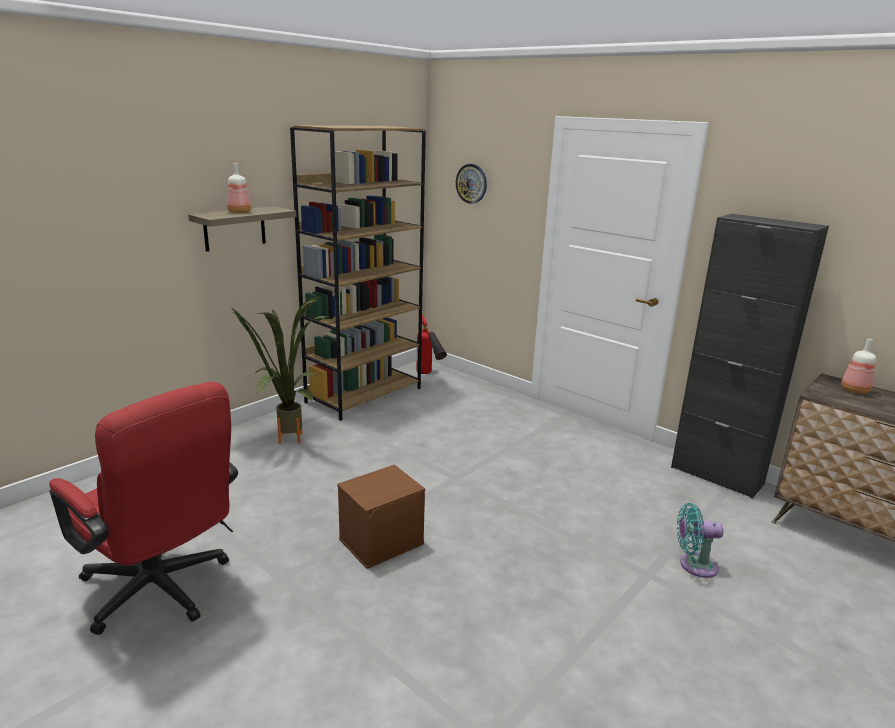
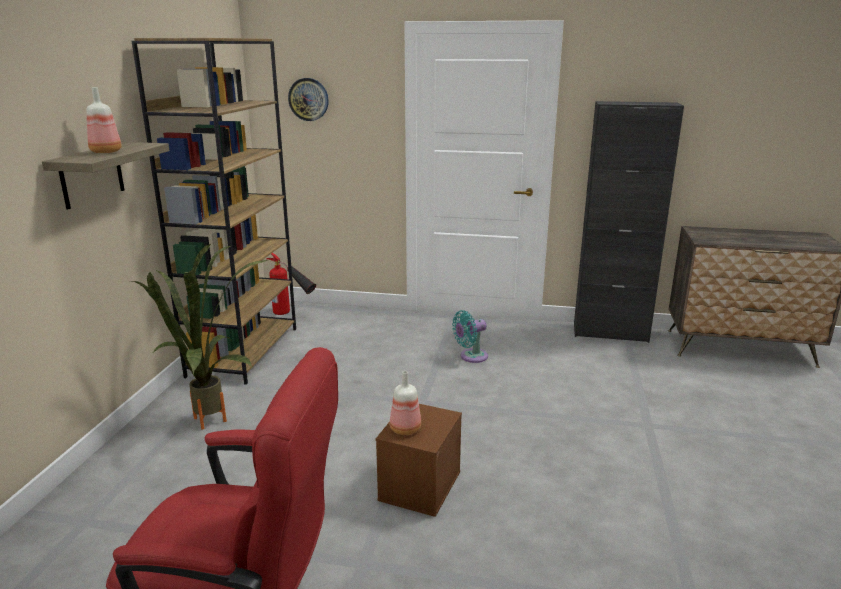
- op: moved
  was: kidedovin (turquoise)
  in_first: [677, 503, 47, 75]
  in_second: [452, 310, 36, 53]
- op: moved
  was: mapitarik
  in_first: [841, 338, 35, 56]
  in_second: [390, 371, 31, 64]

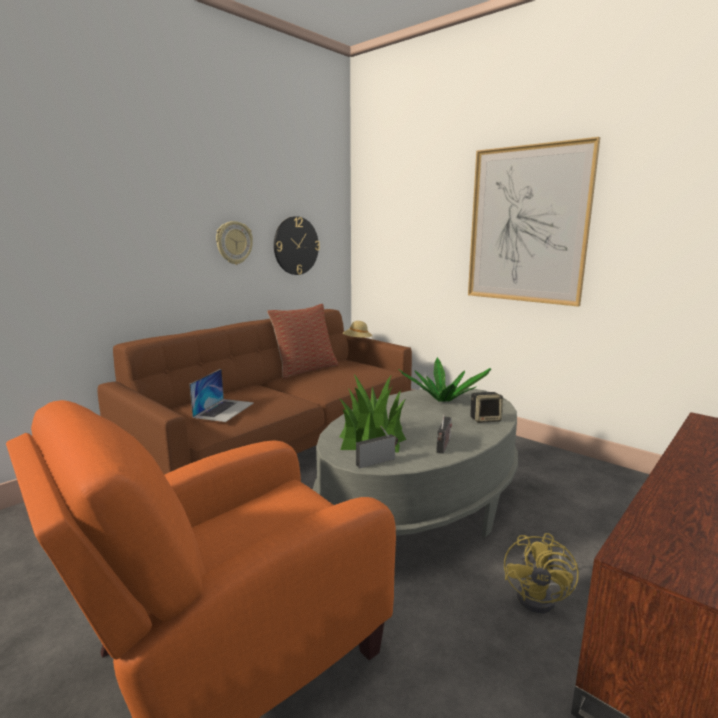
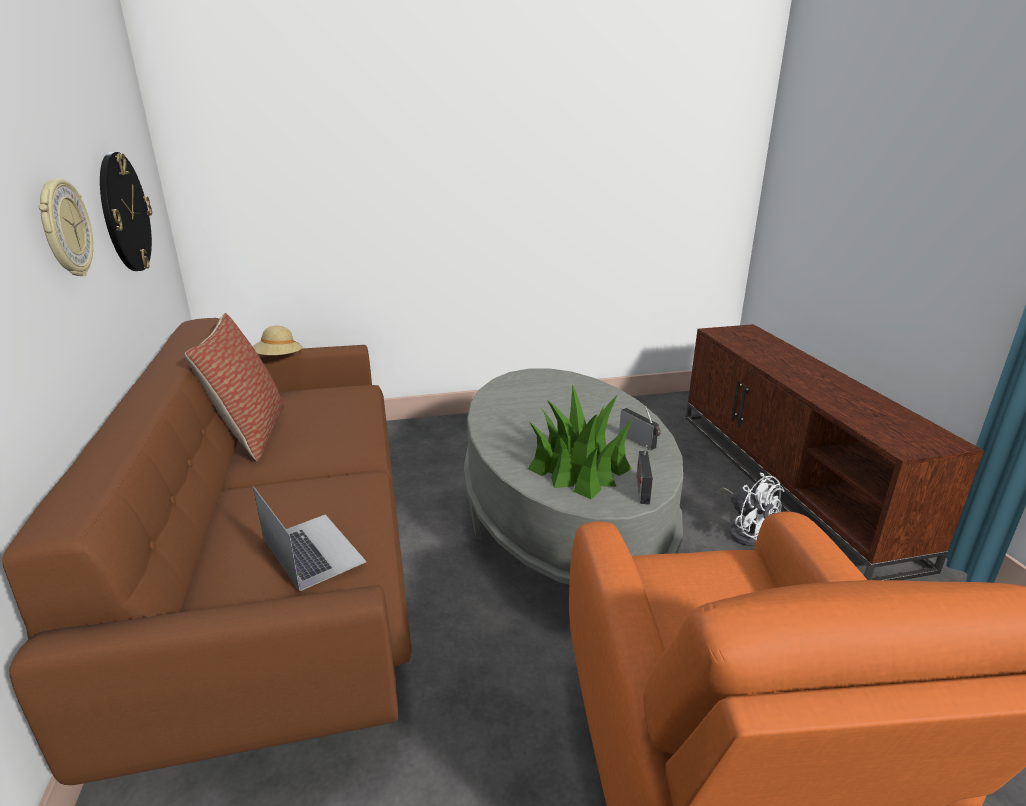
- op: removed
  was: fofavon
  in_first: [398, 357, 93, 45]
- op: removed
  was: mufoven
  in_first: [468, 137, 132, 170]
- op: removed
  was: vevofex
  in_first: [470, 392, 33, 31]
- op: recoloured
  was: kidedovin (yellow)
  now: kidedovin (white)
  in_first: [504, 533, 75, 80]
  in_second: [720, 472, 64, 74]

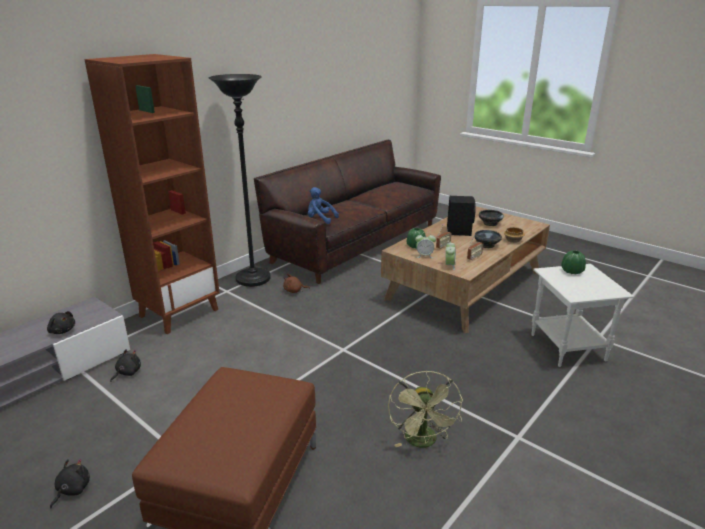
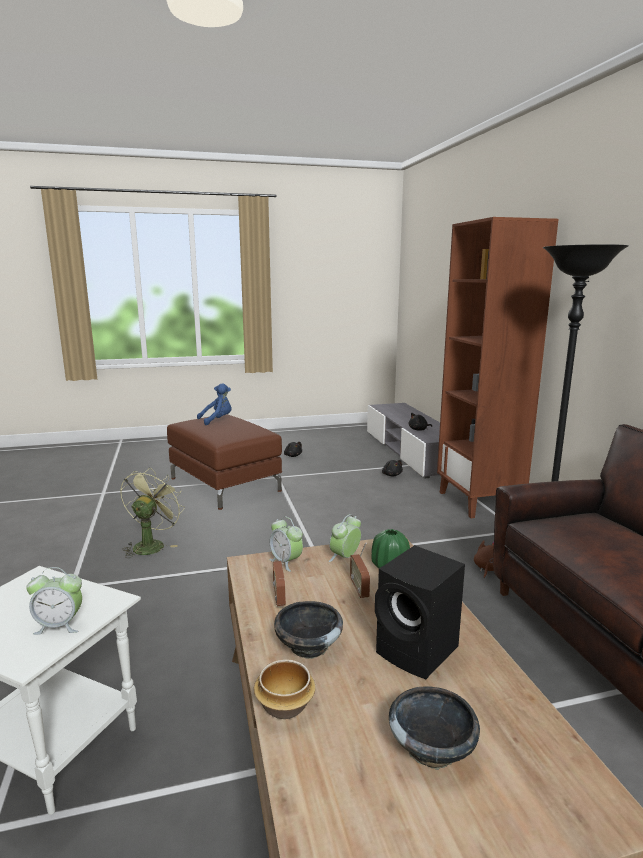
- op: moved
  was: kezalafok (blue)
  in_first: [308, 187, 31, 37]
  in_second: [197, 383, 35, 42]
- op: turned
  was: kidedovin (green)
  in_first: [388, 371, 75, 77]
  in_second: [120, 468, 65, 90]
  clockwise: 75
- op: replaced
  was: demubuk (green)
  now: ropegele
  in_first: [561, 250, 25, 24]
  in_second: [26, 567, 56, 68]

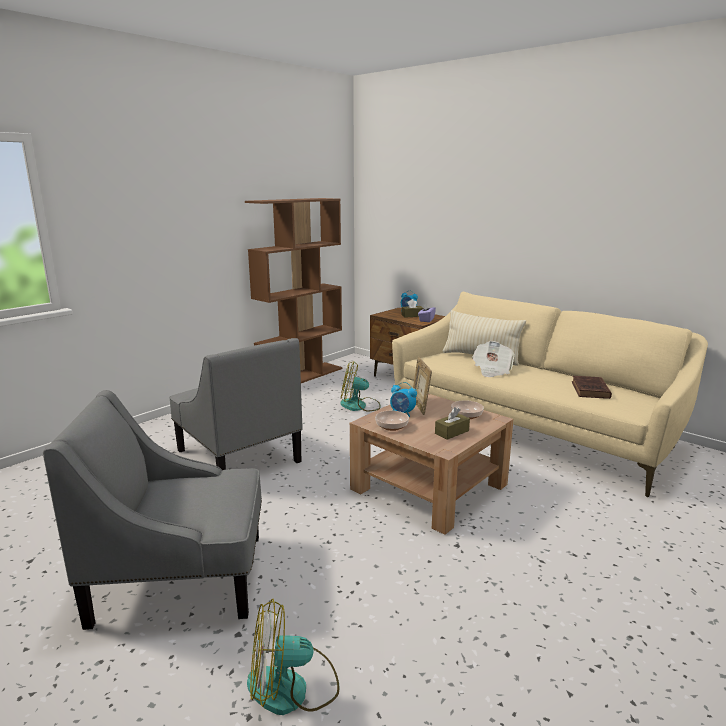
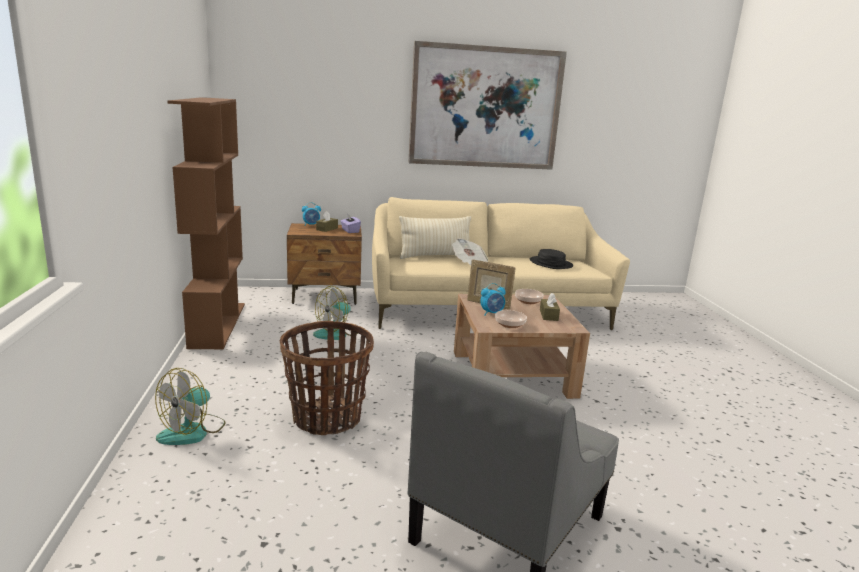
- op: replaced
  was: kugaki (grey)
  now: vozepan
  in_first: [170, 338, 133, 132]
  in_second: [280, 321, 94, 114]
- op: moved
  was: kidedovin
  in_first: [247, 599, 93, 116]
  in_second: [155, 368, 70, 77]
- op: replaced
  was: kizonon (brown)
  now: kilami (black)
  in_first: [572, 376, 40, 23]
  in_second: [530, 249, 43, 20]
- op: added
  now: mufoven
  in_second: [409, 41, 158, 129]

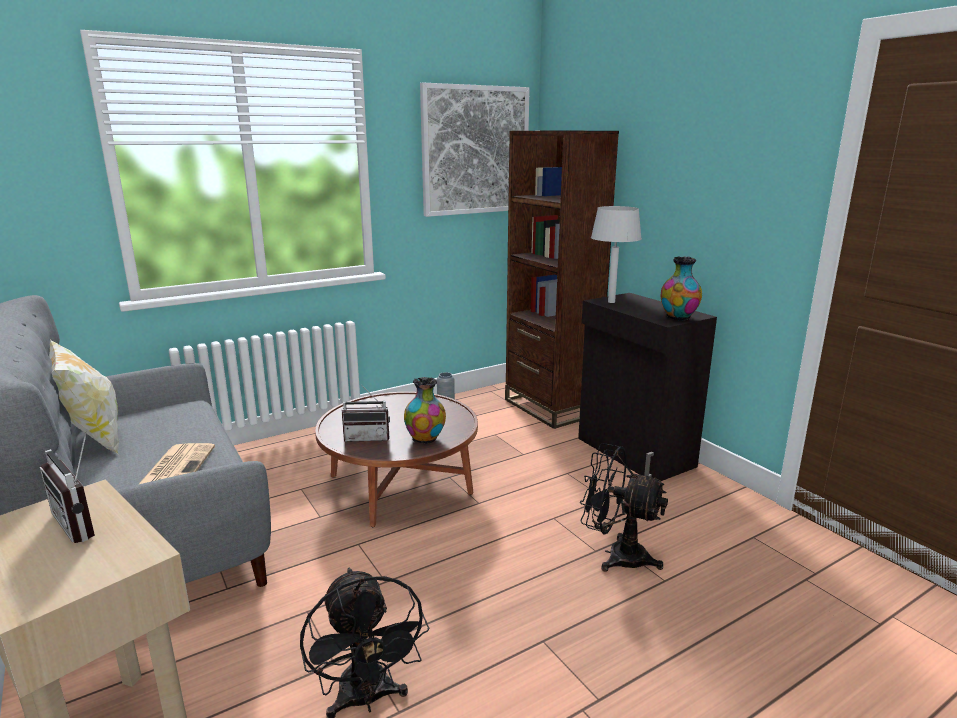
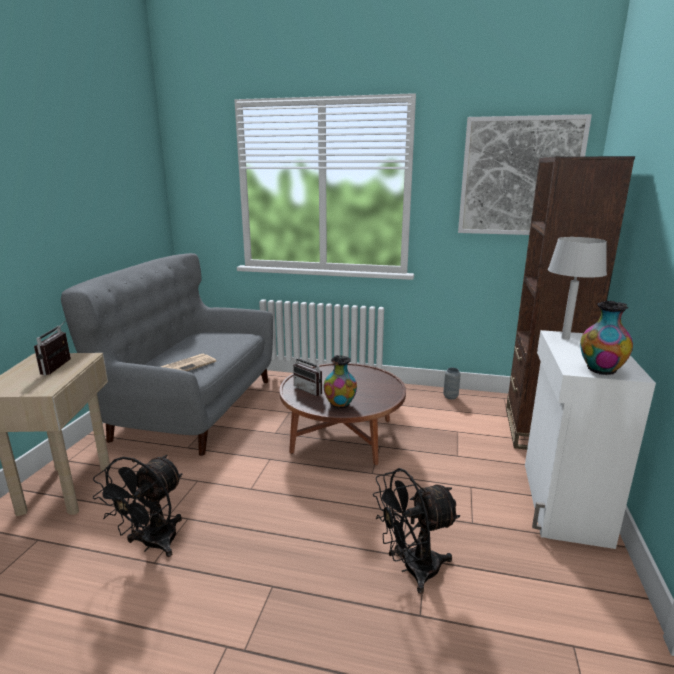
- op: removed
  was: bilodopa
  in_first: [49, 339, 70, 115]
- op: recoloured
  was: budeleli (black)
  now: budeleli (white)
  in_first: [578, 293, 139, 188]
  in_second: [525, 330, 131, 219]
- op: turned
  was: kidedovin (black)
  in_first: [580, 443, 88, 129]
  in_second: [373, 468, 87, 126]
  clockwise: -90

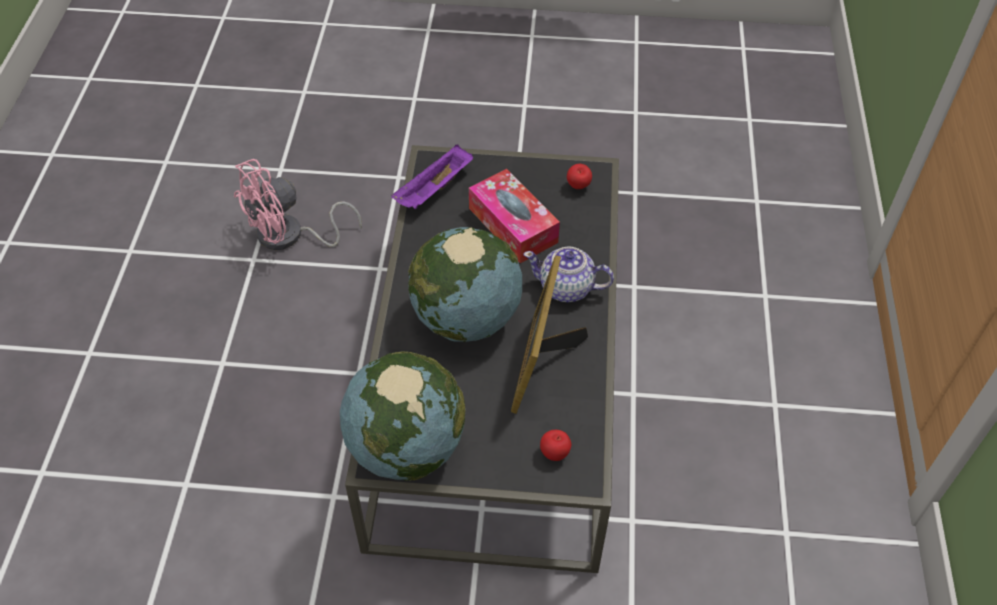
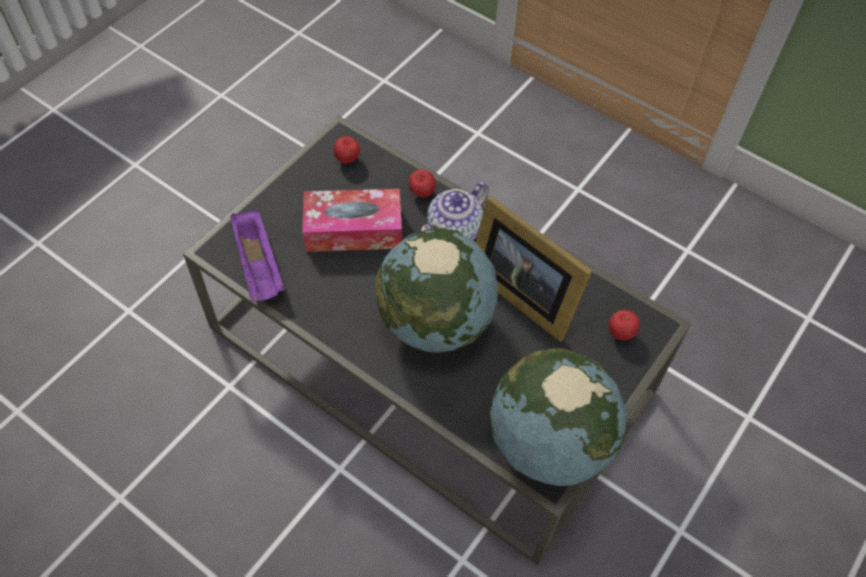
- op: removed
  was: kidedovin (pink)
  in_first: [234, 159, 128, 91]
- op: added
  now: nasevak
  in_second: [408, 170, 28, 27]

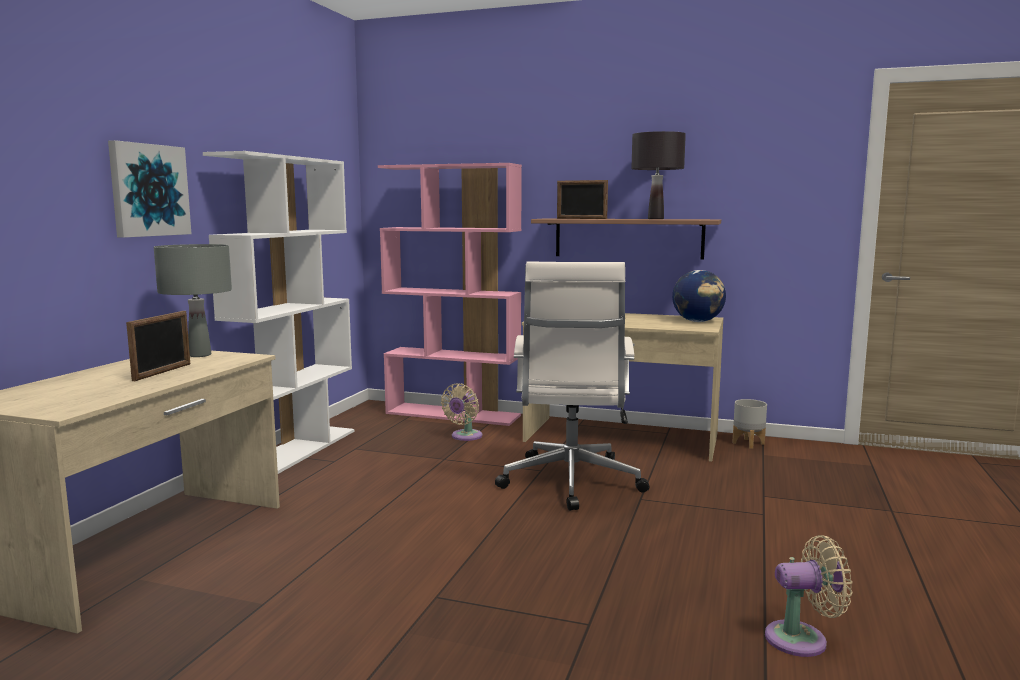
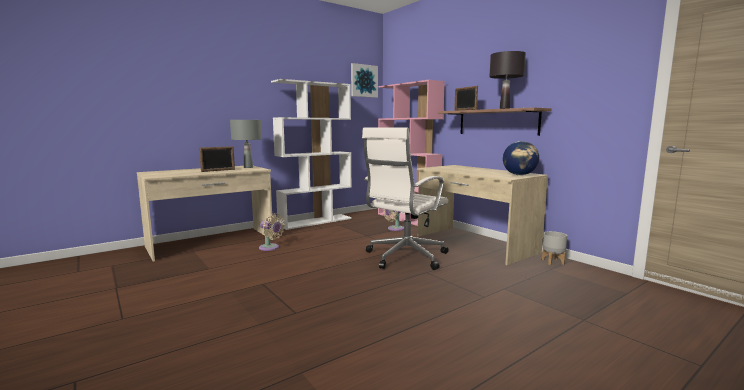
- op: moved
  was: mufoven
  in_first: [108, 140, 83, 98]
  in_second: [351, 63, 27, 35]
- op: moved
  was: kidedovin (beige)
  in_first: [765, 535, 87, 122]
  in_second: [259, 213, 26, 38]

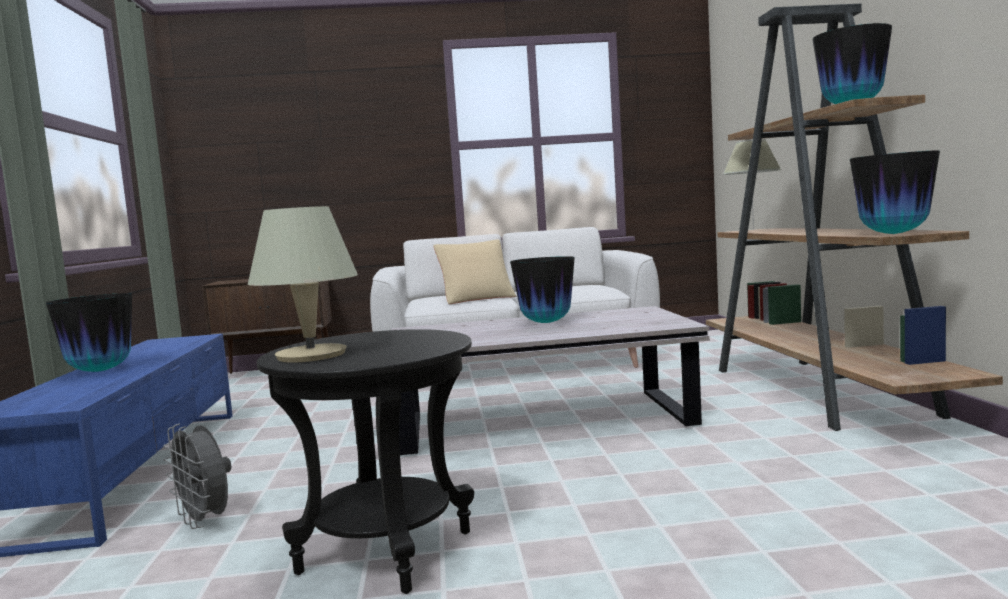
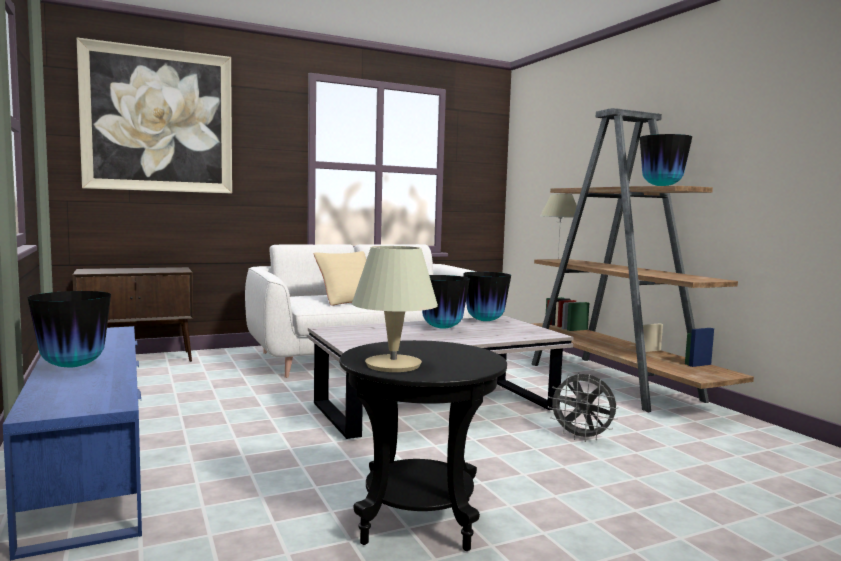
- op: moved
  was: kidedovin (grey)
  in_first: [163, 424, 68, 105]
  in_second: [548, 373, 71, 69]
- op: moved
  was: demubuk
  in_first: [850, 151, 90, 83]
  in_second: [463, 272, 48, 49]
- op: added
  now: mufoven
  in_second: [77, 38, 155, 155]

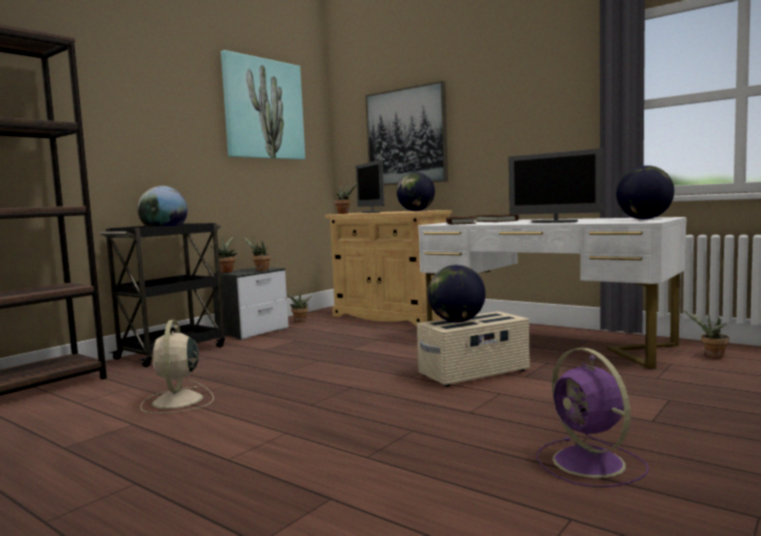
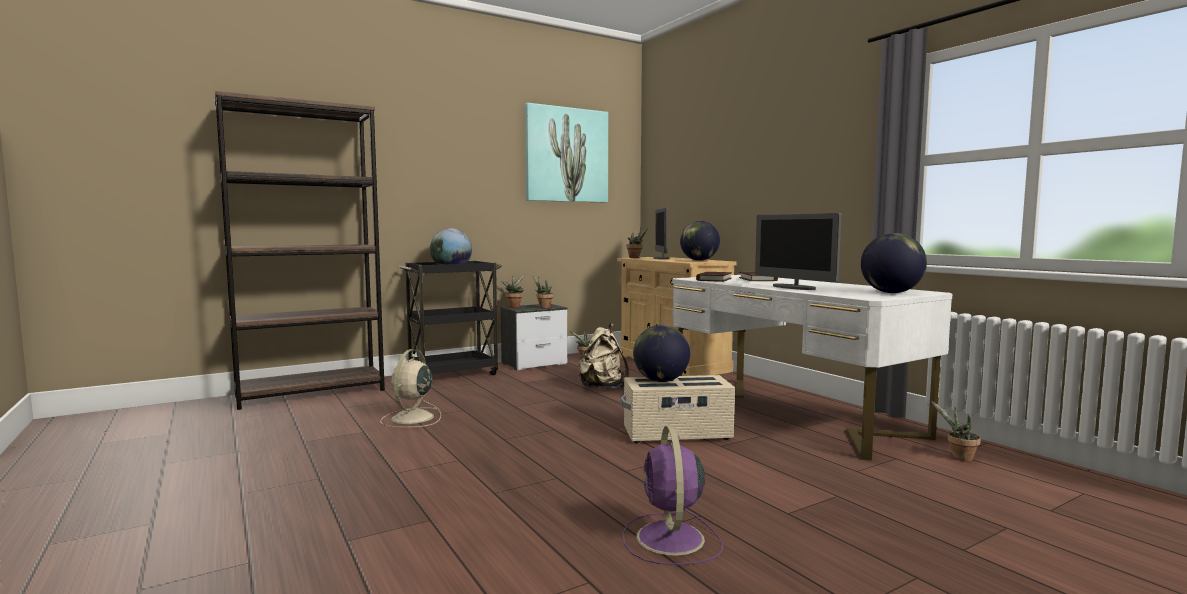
- op: removed
  was: mufoven
  in_first: [365, 81, 83, 105]
- op: added
  now: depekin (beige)
  in_second: [578, 324, 51, 64]

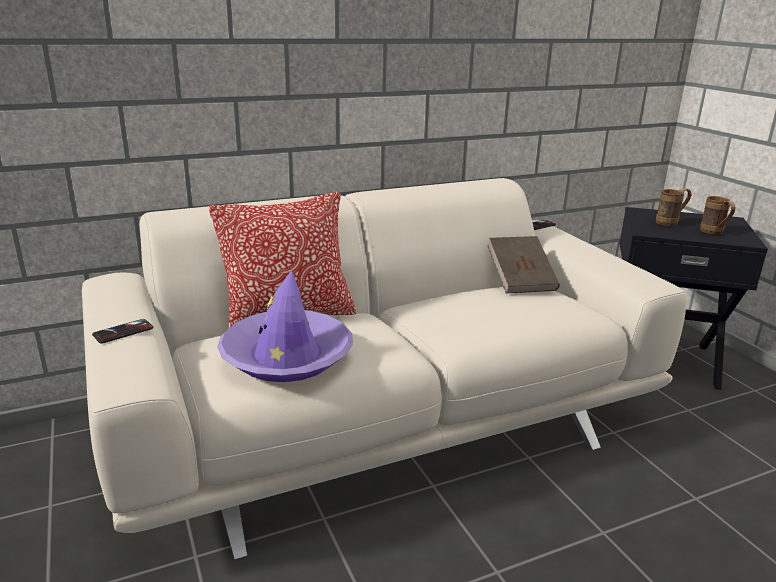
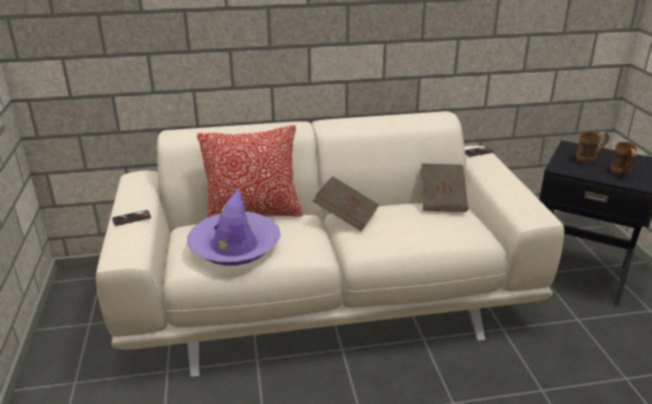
- op: added
  now: kizonon (brown)
  in_second: [313, 176, 66, 55]

